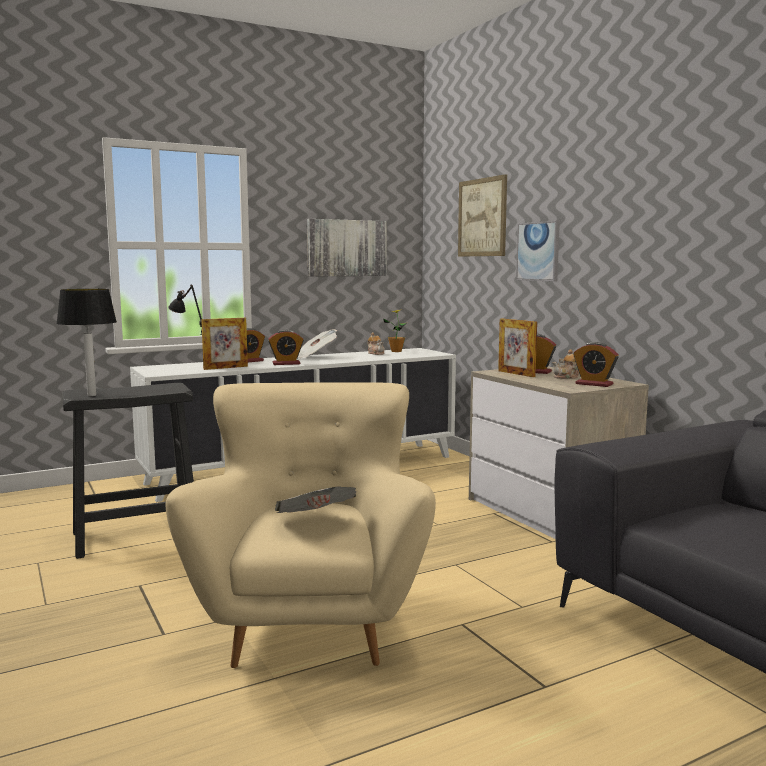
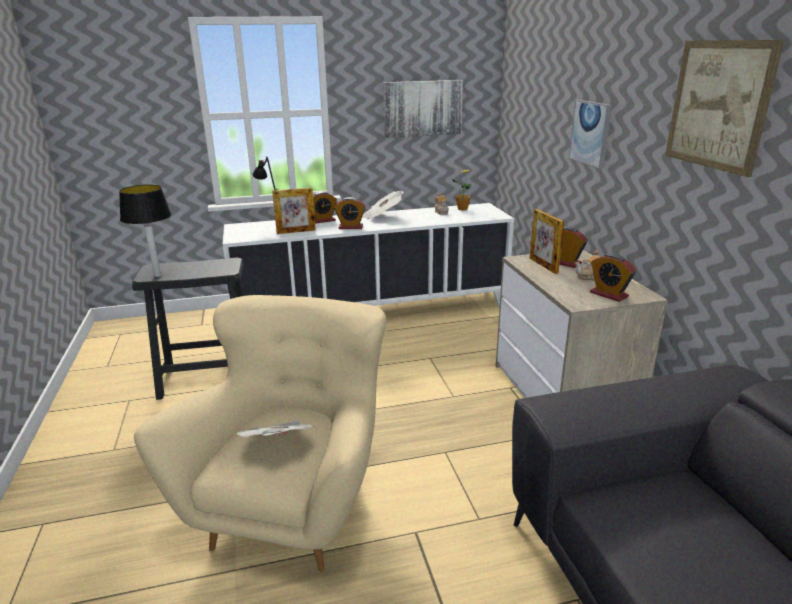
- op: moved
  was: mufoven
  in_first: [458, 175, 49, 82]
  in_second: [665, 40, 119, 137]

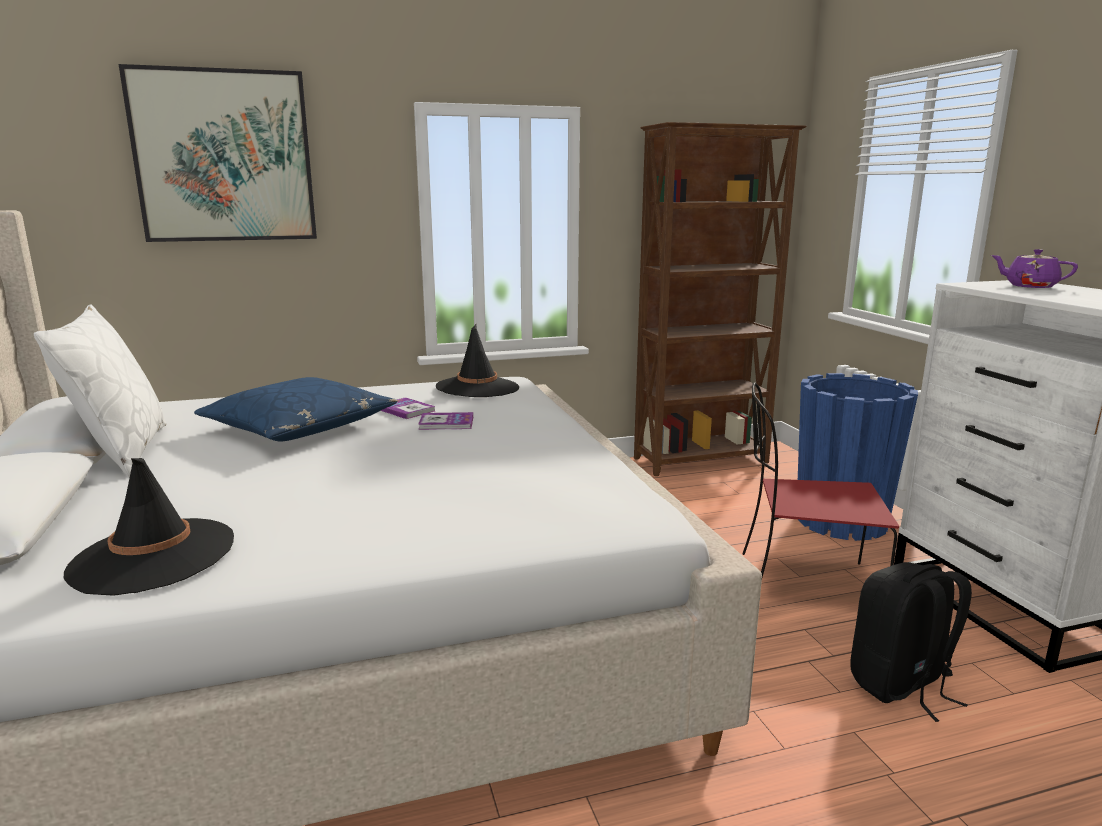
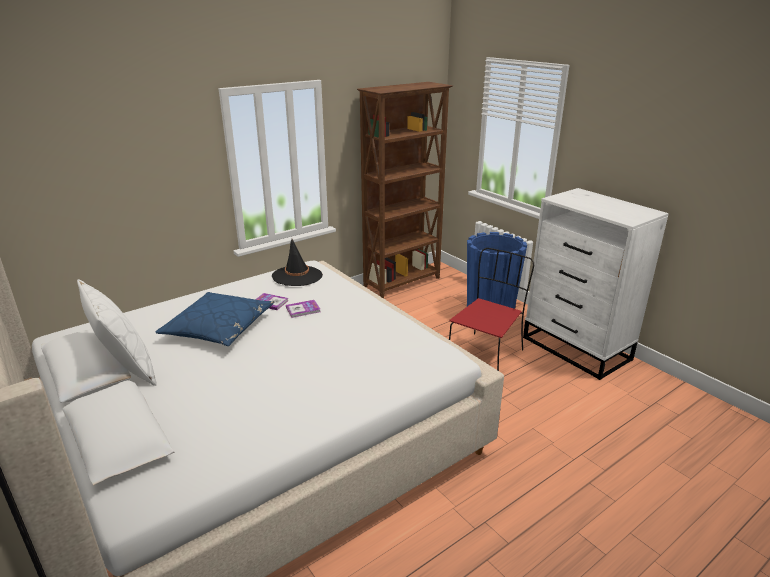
- op: removed
  was: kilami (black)
  in_first: [64, 458, 170, 138]
- op: removed
  was: mufoven
  in_first: [119, 64, 198, 178]
- op: turned
  was: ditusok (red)
  in_first: [742, 382, 157, 195]
  in_second: [449, 248, 85, 123]
  clockwise: 135
- op: removed
  was: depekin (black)
  in_first: [850, 562, 122, 160]
- op: removed
  was: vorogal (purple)
  in_first: [991, 249, 87, 39]

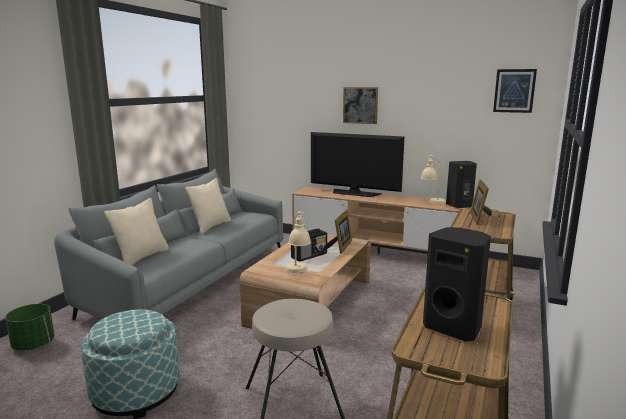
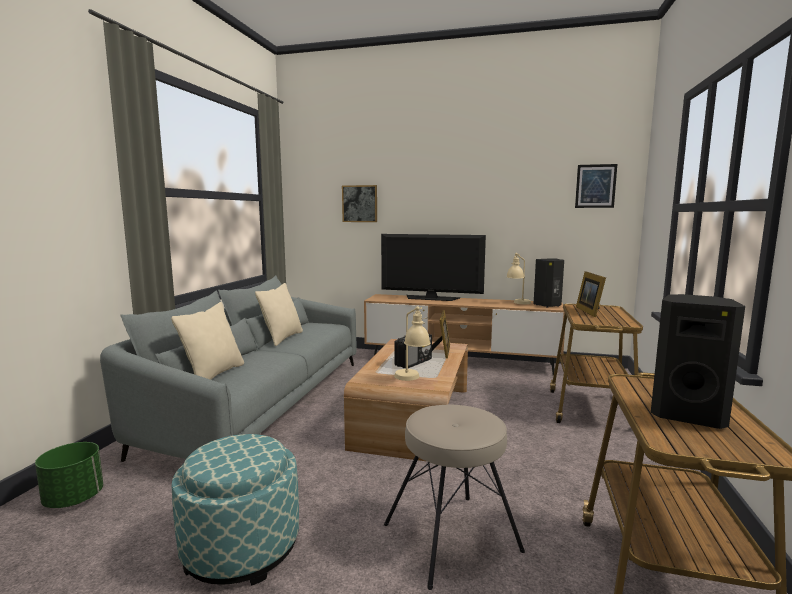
- op: moved
  was: mufoven
  in_first: [343, 87, 35, 37]
  in_second: [342, 185, 35, 37]

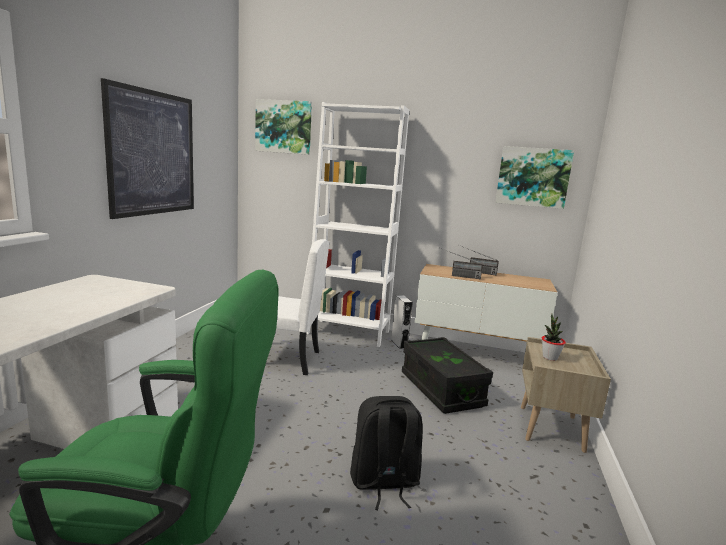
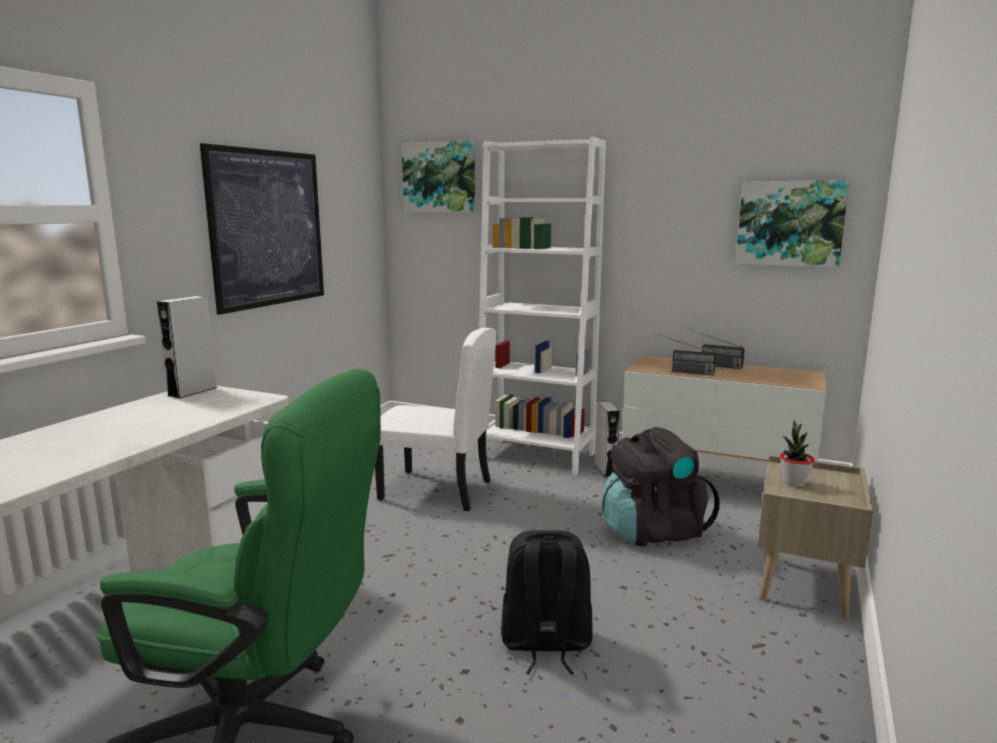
- op: replaced
  was: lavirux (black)
  now: depekin (black)
  in_first: [402, 337, 91, 77]
  in_second: [602, 427, 118, 119]
- op: added
  now: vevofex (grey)
  in_second: [157, 296, 60, 102]

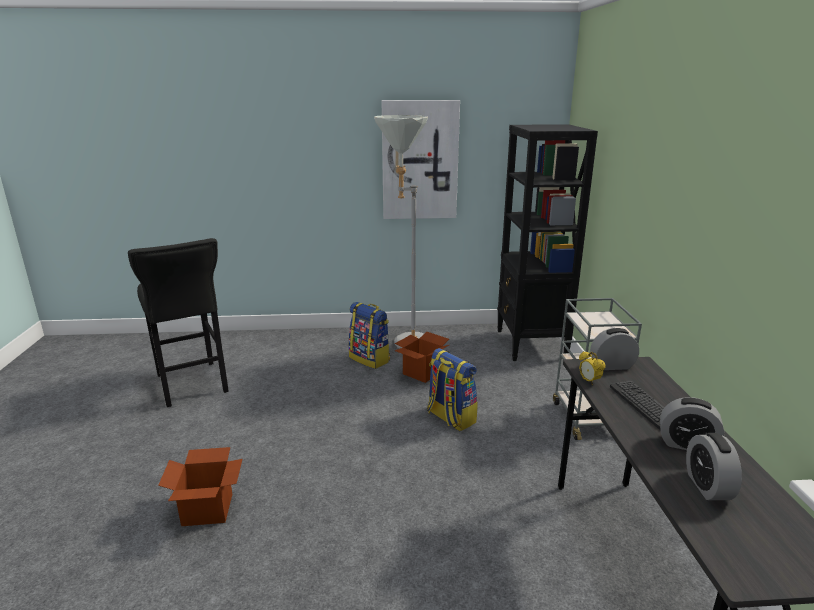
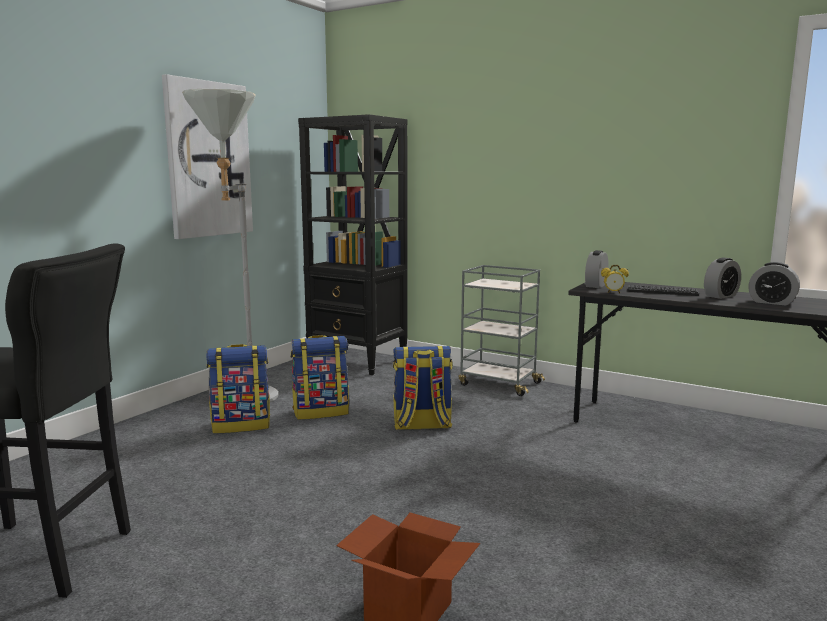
- op: replaced
  was: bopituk
  now: depekin
  in_first: [395, 332, 54, 51]
  in_second: [291, 335, 58, 85]

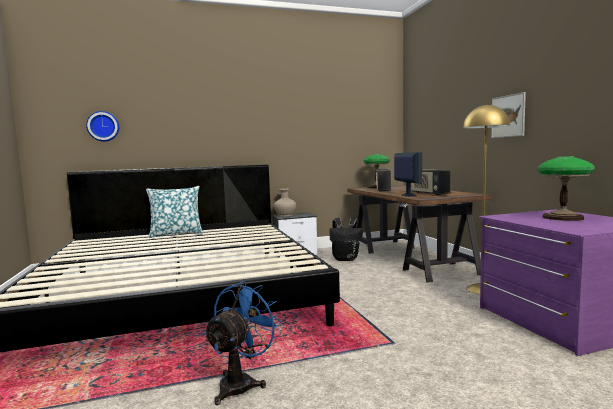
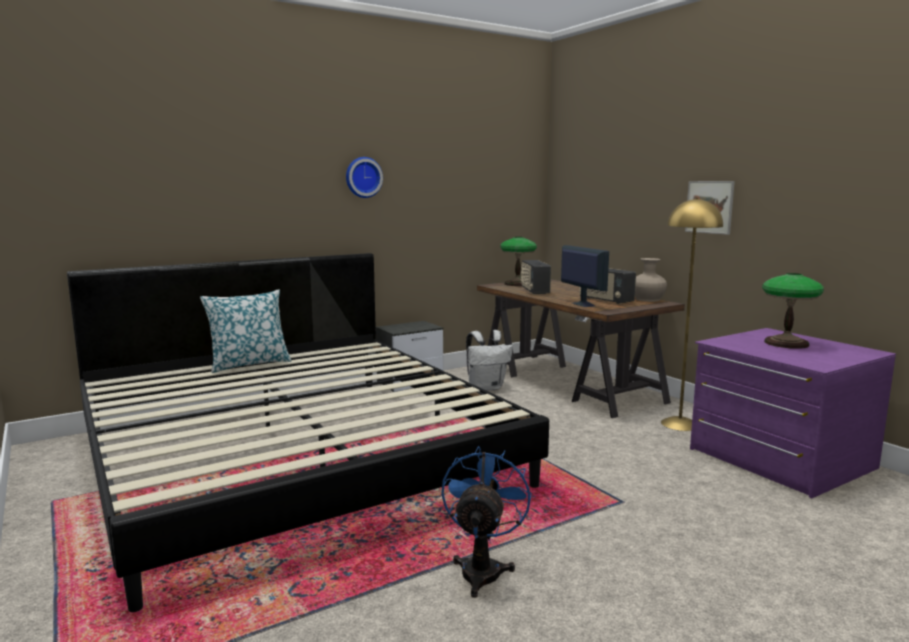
- op: moved
  was: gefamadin
  in_first: [86, 111, 33, 30]
  in_second: [346, 157, 37, 41]
- op: moved
  was: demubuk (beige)
  in_first: [274, 189, 22, 27]
  in_second: [635, 258, 32, 44]
- op: recoloured
  was: depekin (black)
  now: depekin (white)
  in_first: [330, 217, 33, 44]
  in_second: [466, 330, 47, 61]

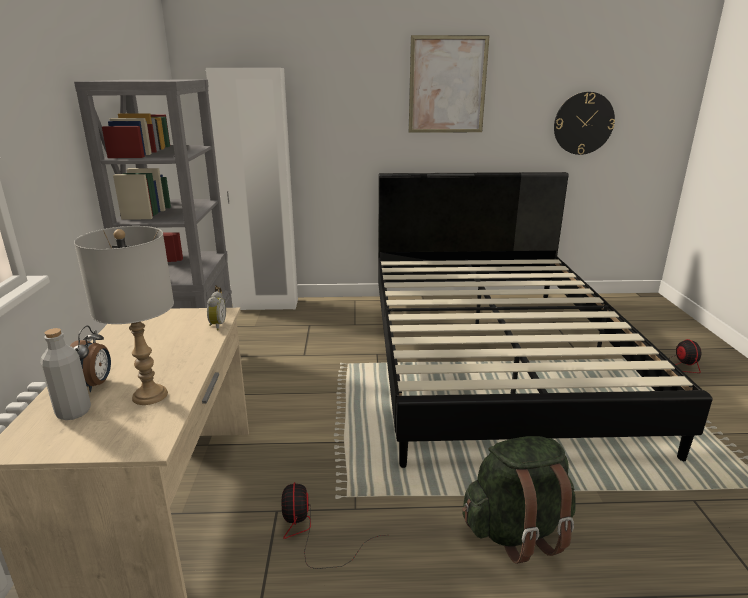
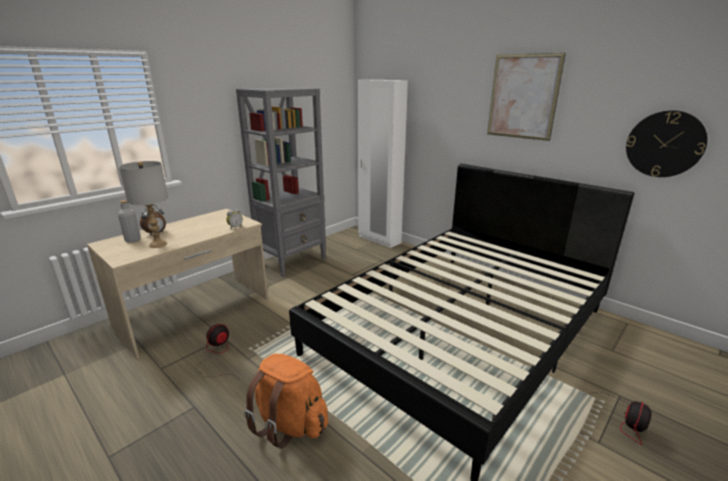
- op: recoloured
  was: depekin (green)
  now: depekin (orange)
  in_first: [462, 436, 114, 128]
  in_second: [244, 354, 84, 95]

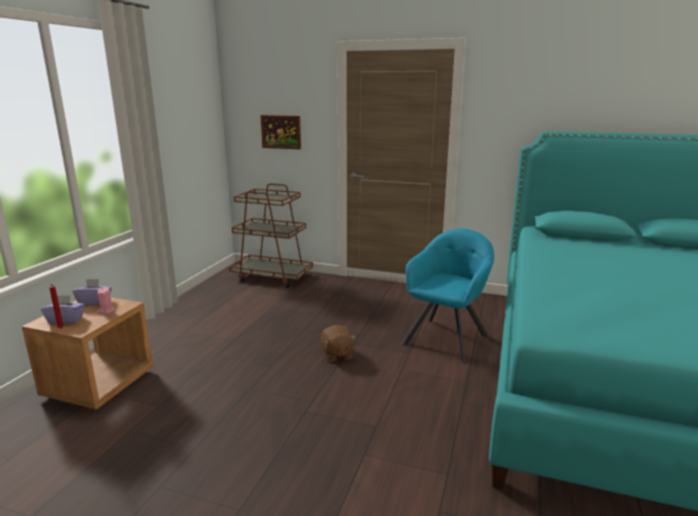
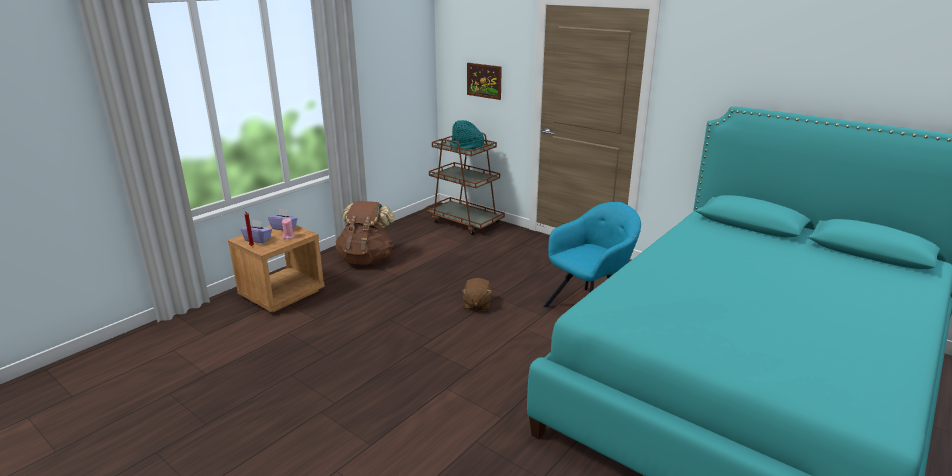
- op: added
  now: depekin (brown)
  in_second: [335, 201, 60, 64]
- op: added
  now: kilami (turquoise)
  in_second: [449, 120, 35, 29]

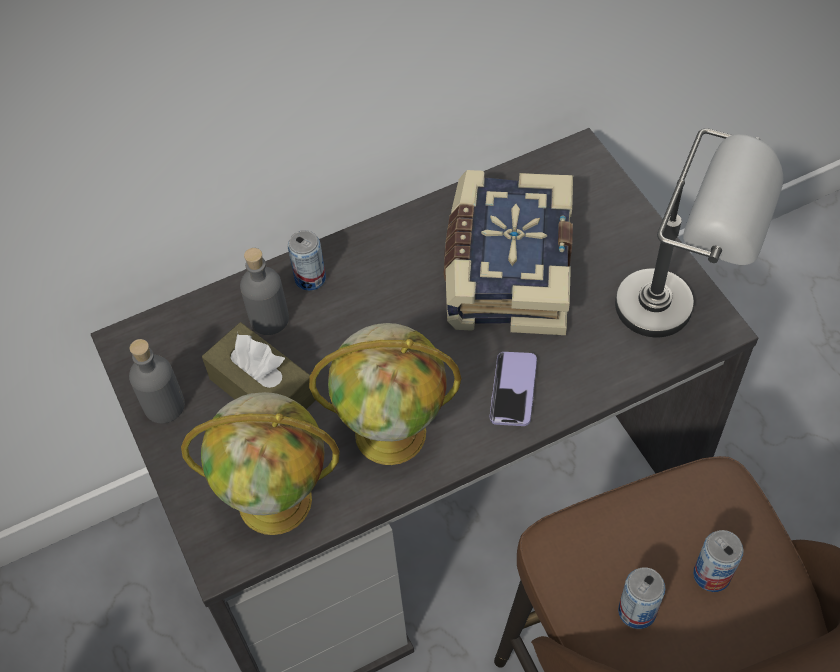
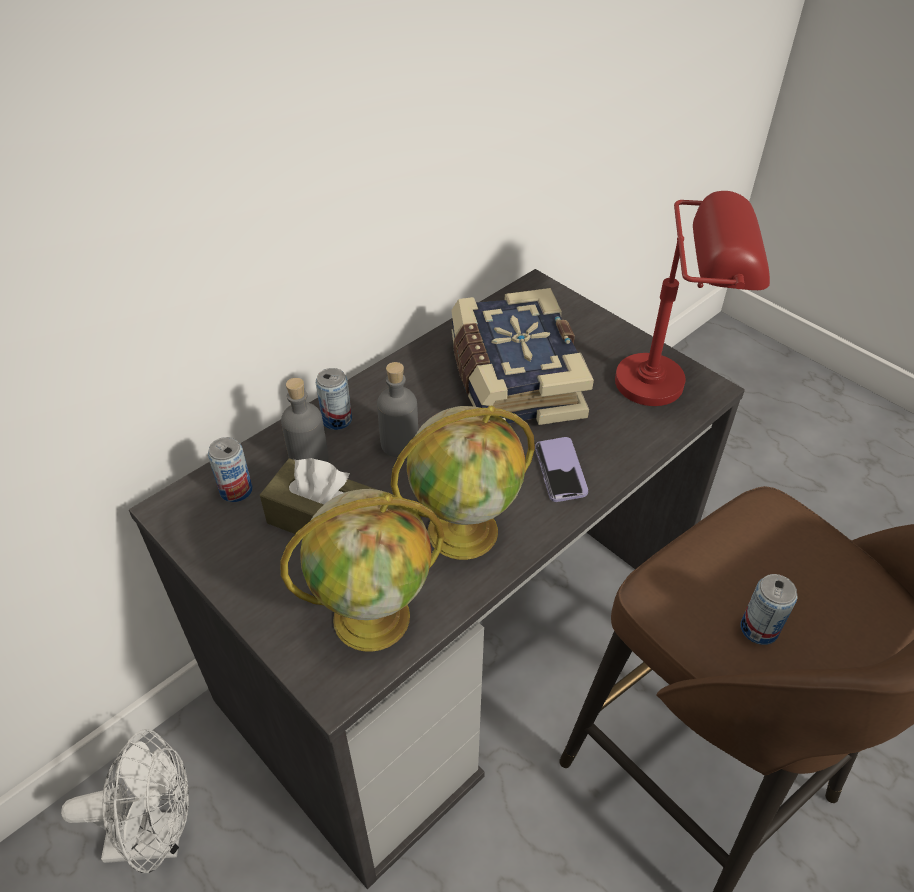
- op: moved
  was: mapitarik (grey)
  in_first: [129, 339, 56, 85]
  in_second: [377, 362, 41, 95]
- op: recoloured
  was: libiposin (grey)
  now: libiposin (red)
  in_first: [615, 128, 168, 209]
  in_second: [615, 191, 155, 215]
- op: moved
  was: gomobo
  in_first: [693, 530, 51, 62]
  in_second: [208, 437, 45, 65]
- op: added
  now: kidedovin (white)
  in_second: [61, 729, 128, 144]

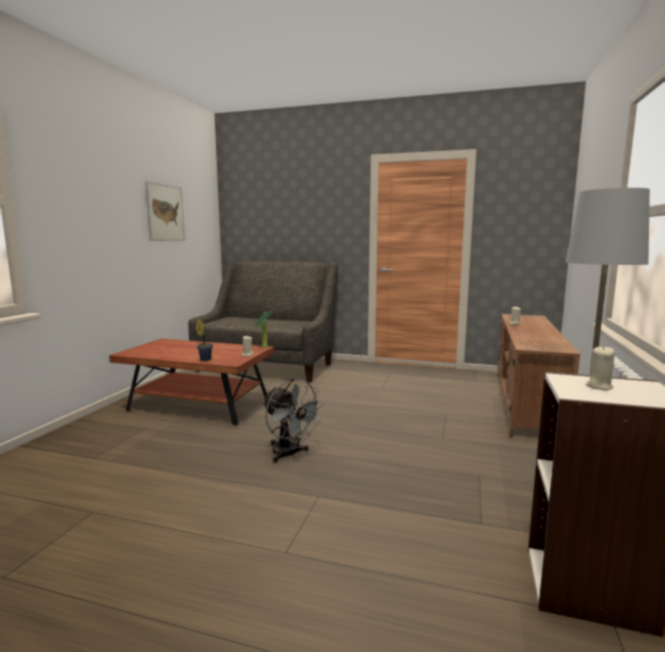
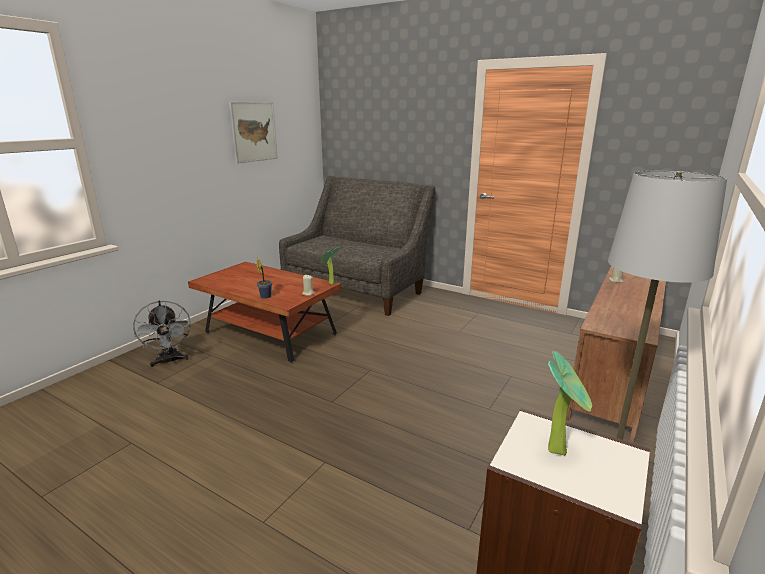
- op: moved
  was: kidedovin (grey)
  in_first: [263, 378, 61, 85]
  in_second: [133, 300, 58, 67]
- op: replaced
  was: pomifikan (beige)
  now: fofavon
  in_first: [586, 346, 29, 44]
  in_second: [548, 351, 44, 105]

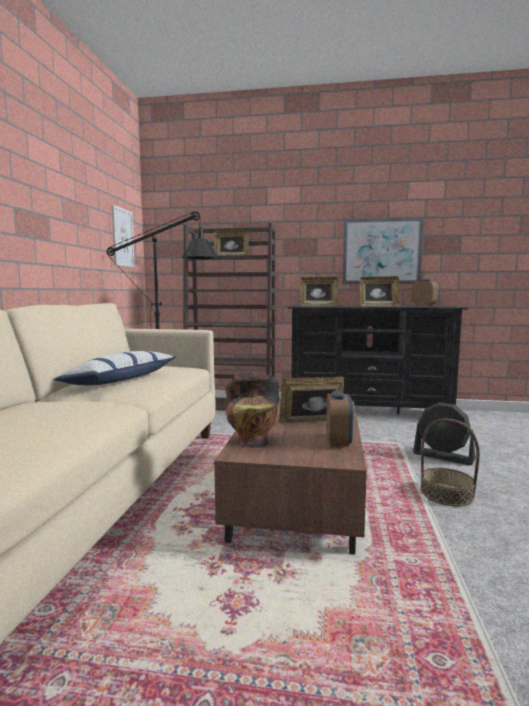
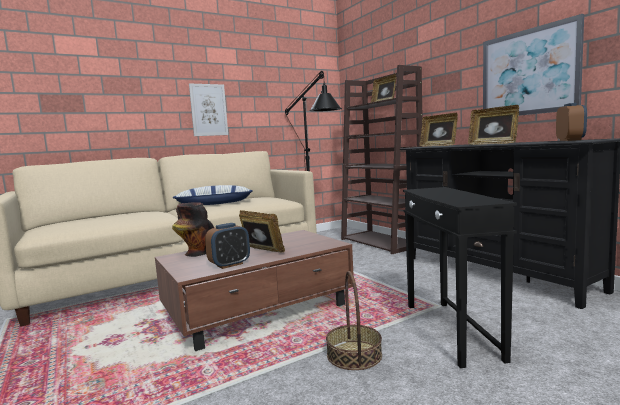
- op: moved
  was: mufoven
  in_first: [112, 205, 23, 63]
  in_second: [189, 83, 39, 53]
- op: replaced
  was: kidedovin (black)
  now: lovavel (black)
  in_first: [413, 402, 63, 63]
  in_second: [403, 187, 114, 181]

